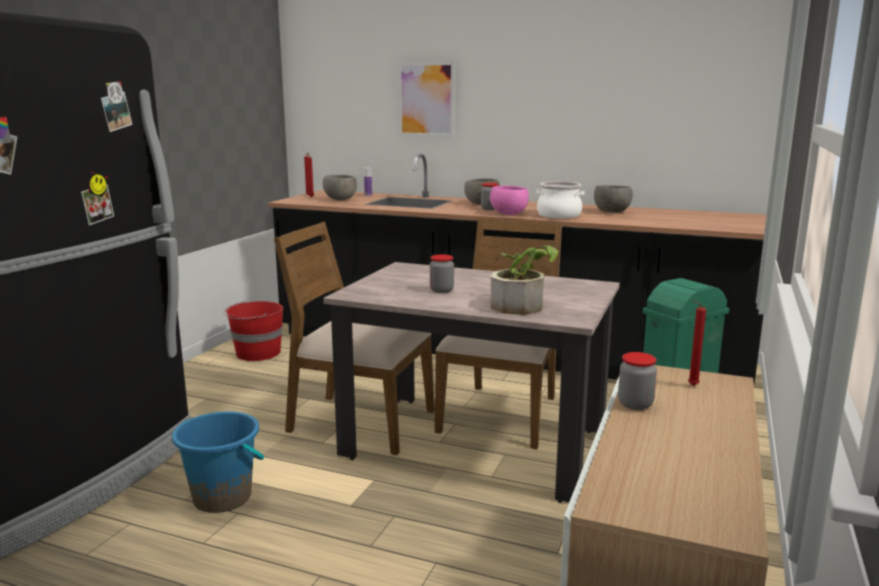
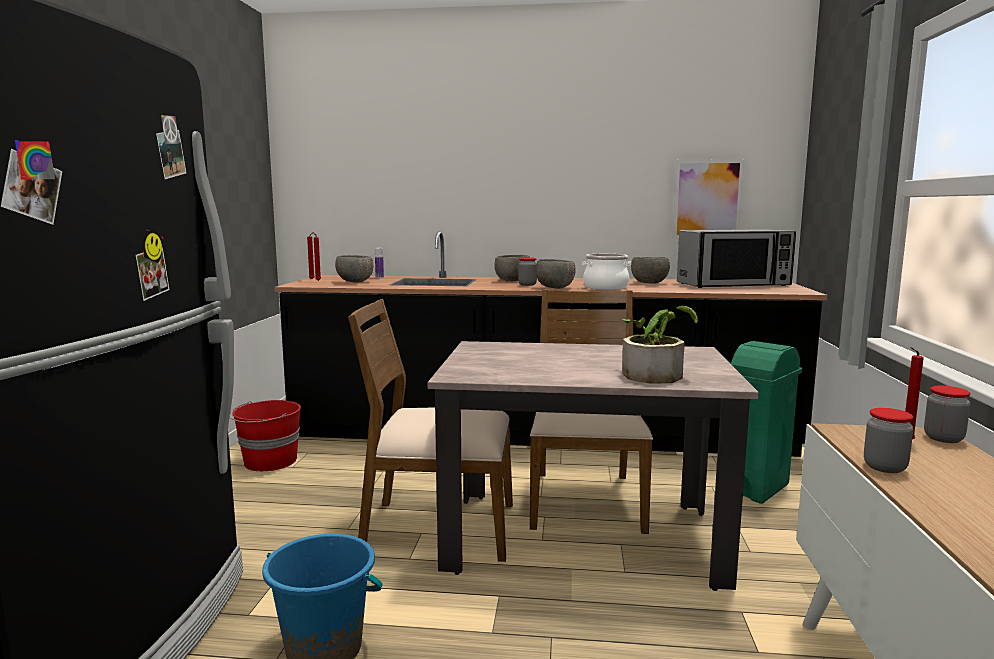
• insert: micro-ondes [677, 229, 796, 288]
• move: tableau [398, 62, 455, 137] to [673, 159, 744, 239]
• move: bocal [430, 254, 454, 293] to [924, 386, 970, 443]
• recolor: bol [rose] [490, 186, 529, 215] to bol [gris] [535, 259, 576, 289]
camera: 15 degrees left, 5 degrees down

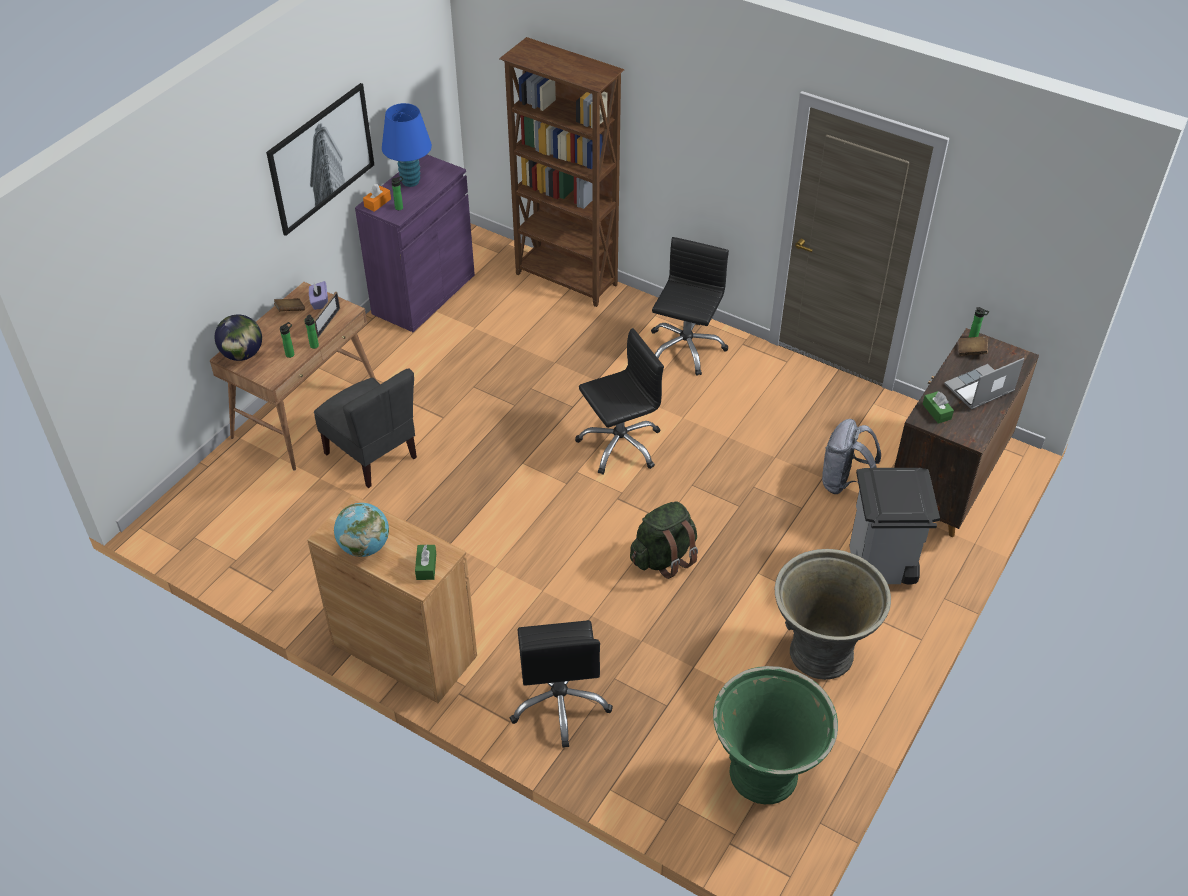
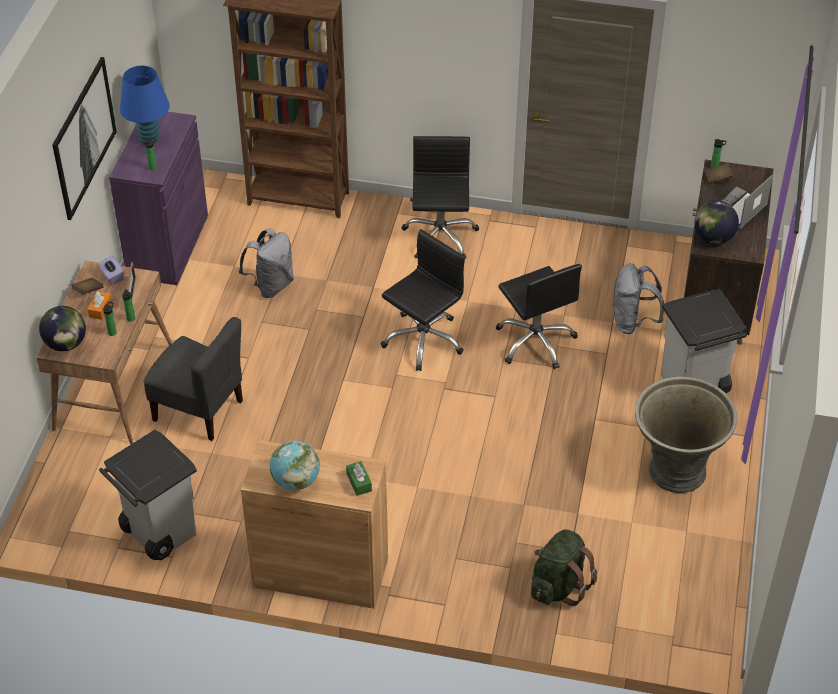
• delete: cache-pot [vert] [713, 666, 838, 804]
• insert: poubelle [gris] [99, 430, 197, 560]
• insert: sac à dos [gris] [239, 228, 294, 298]
• move: boîte à mouchoirs [orange] [363, 184, 391, 212] to [87, 291, 112, 320]
• move: chaise de bureau [noir] [510, 620, 613, 748] to [496, 264, 582, 369]
• move: sac à dos [vert] [630, 501, 698, 579] to [531, 529, 597, 606]
• replace: boîte à mouchoirs [vert] [923, 391, 954, 424] to globe [694, 201, 739, 244]
camera: 20 degrees left, 0 degrees up

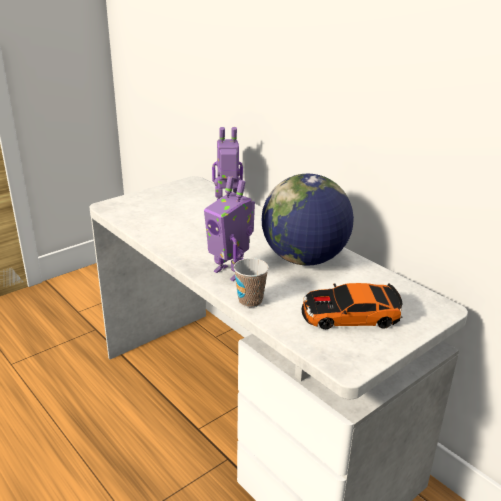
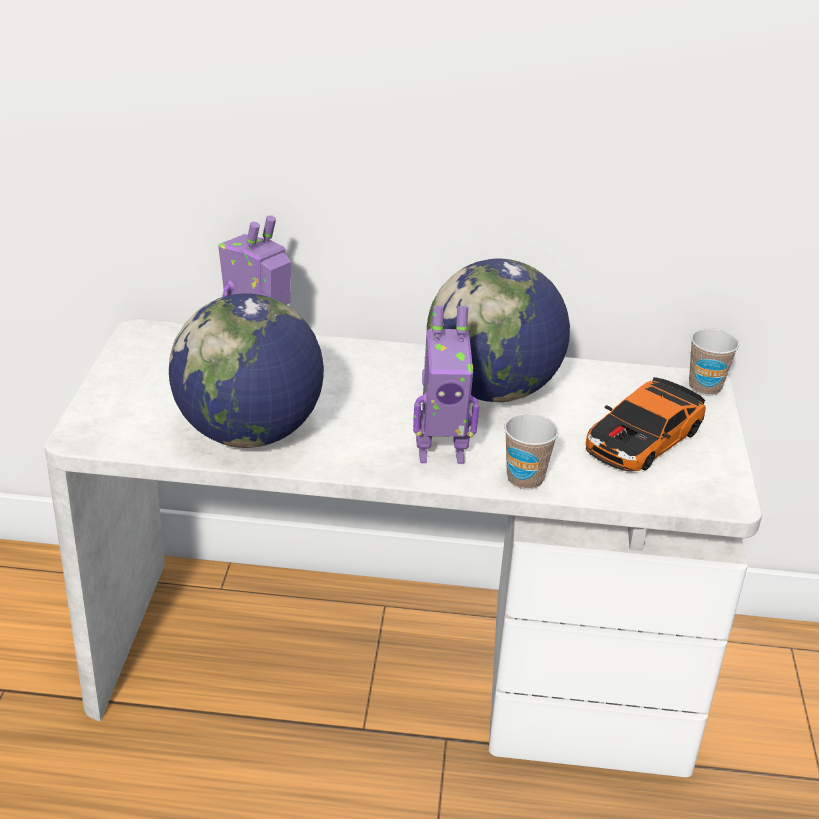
• insert: globe [169, 293, 324, 448]
• insert: tasse [689, 329, 739, 396]
camera: 45 degrees left, 5 degrees up

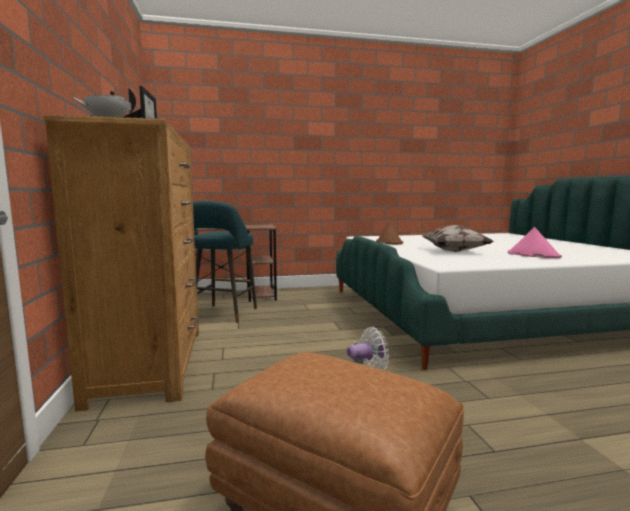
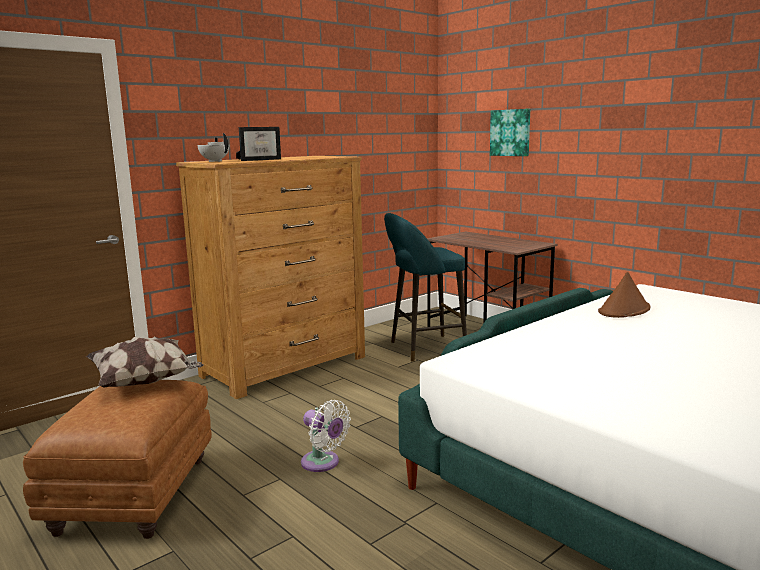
• delete: chapeau [rose] [508, 227, 562, 258]
• insert: tableau [490, 109, 530, 156]
• move: coussin [422, 225, 494, 252] to [86, 336, 204, 388]
camera: 60 degrees right, 5 degrees up

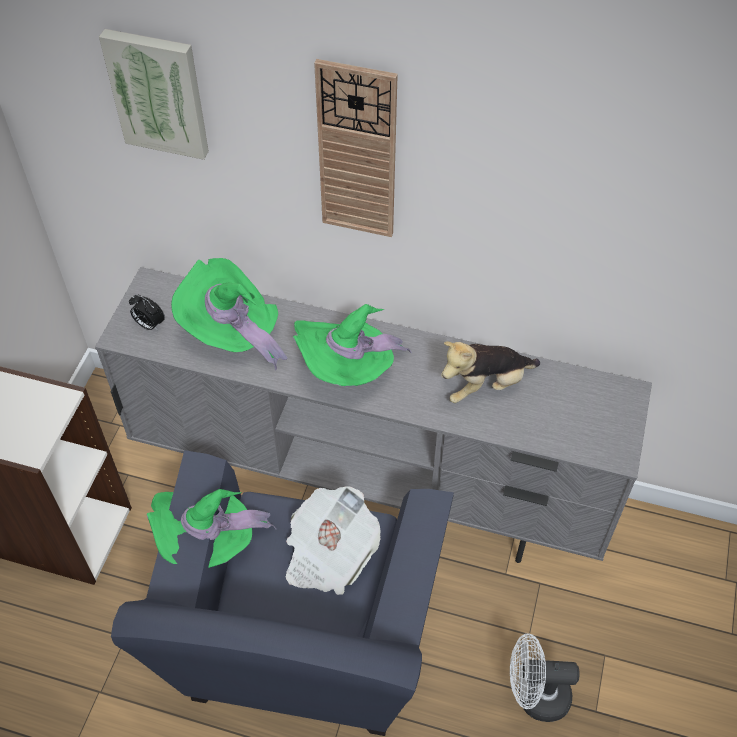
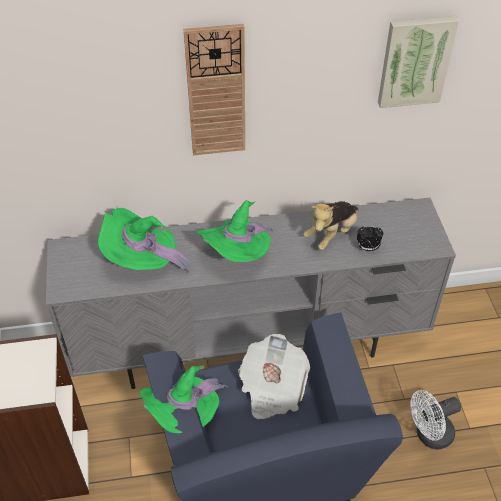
• move: tableau [99, 29, 209, 160] to [378, 16, 459, 108]
• move: réveil [129, 294, 165, 331] to [357, 226, 383, 251]
camera: 25 degrees left, 5 degrees down

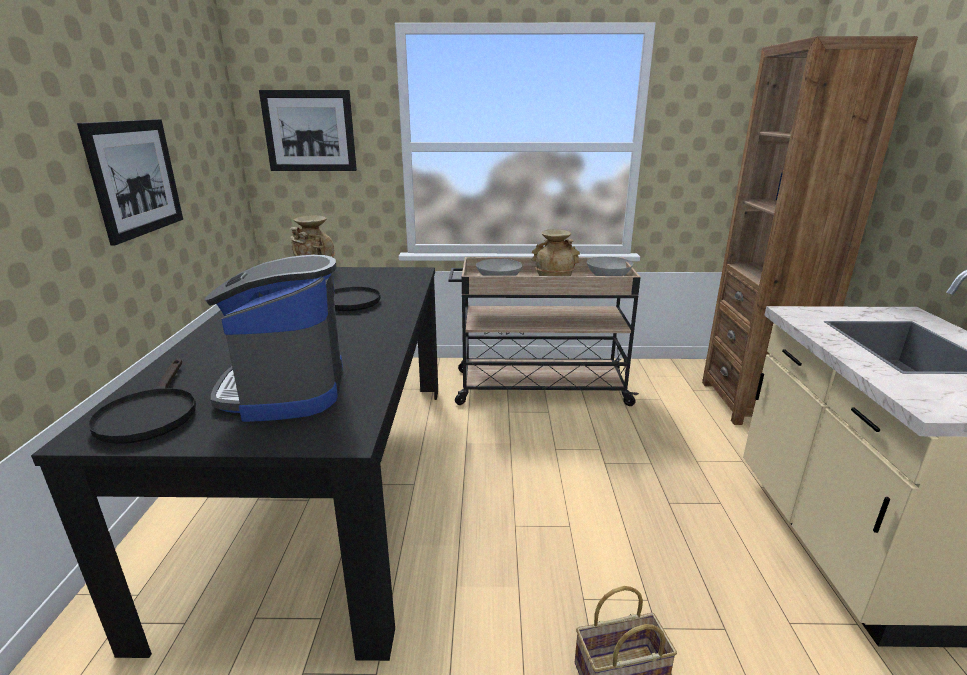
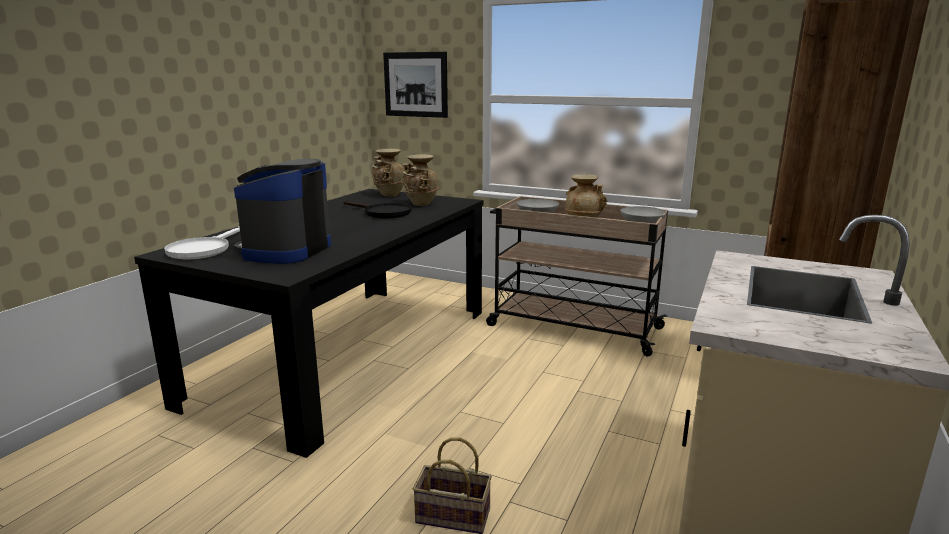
• delete: tableau [77, 119, 183, 245]
• insert: vase [beige] [401, 154, 439, 206]
• recolor: poêle [noir] [88, 358, 196, 444] to poêle [blanc] [164, 226, 240, 259]
camera: 25 degrees right, 5 degrees down

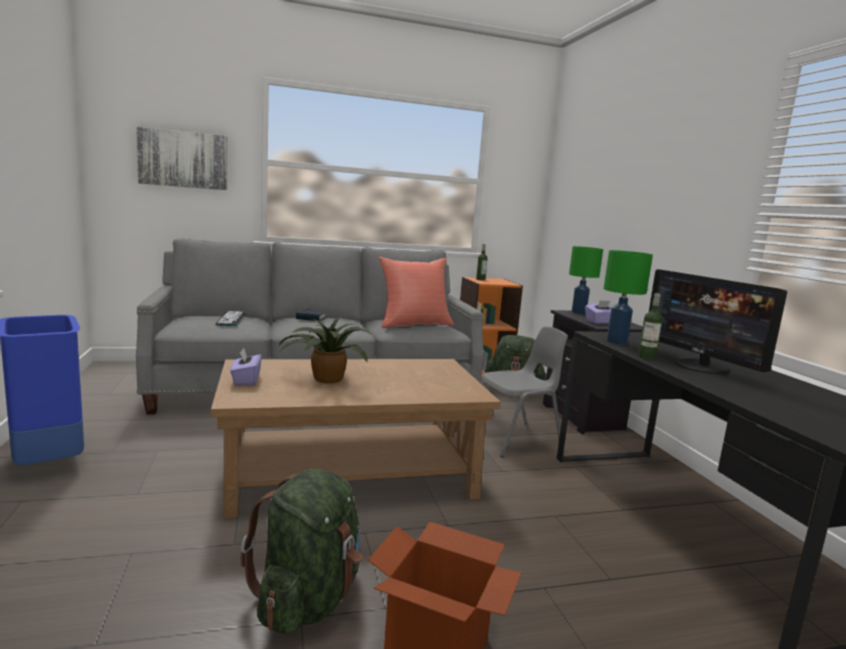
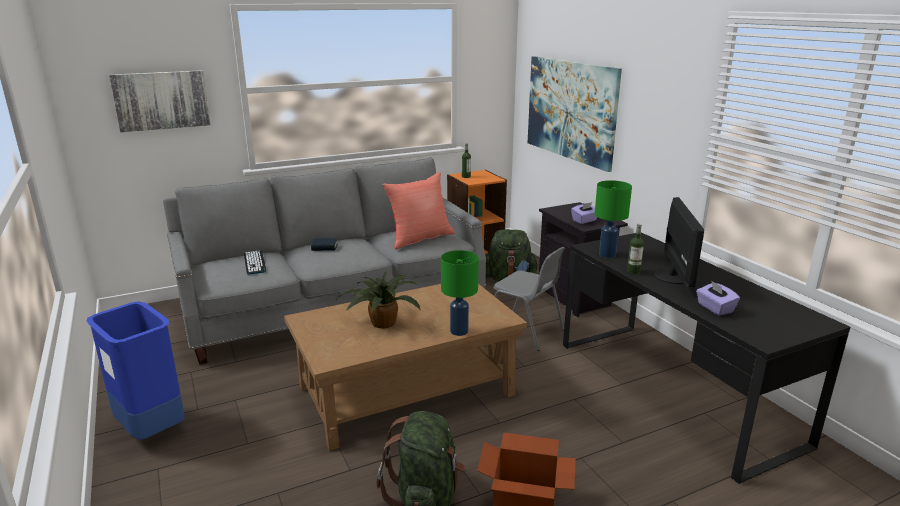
• insert: tableau [528, 56, 622, 172]
• move: boîte à mouchoirs [violet] [230, 348, 262, 385] to [696, 280, 740, 316]
• move: lampe de table [vert] [569, 246, 603, 314] to [441, 250, 479, 336]
• rotate: chaise [gris] [481, 326, 568, 457] = [494, 247, 565, 351] 75 degrees clockwise
• rotate: écran d'ordinateur [649, 269, 787, 374] = [653, 197, 704, 287] 135 degrees counterclockwise
camera: 10 degrees left, 10 degrees up

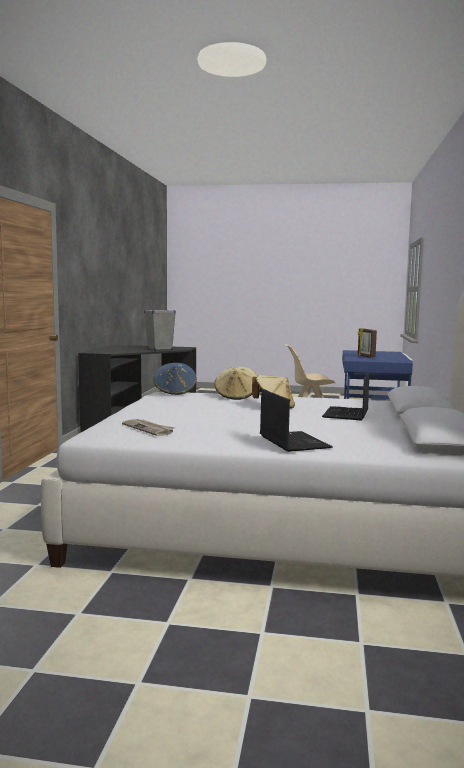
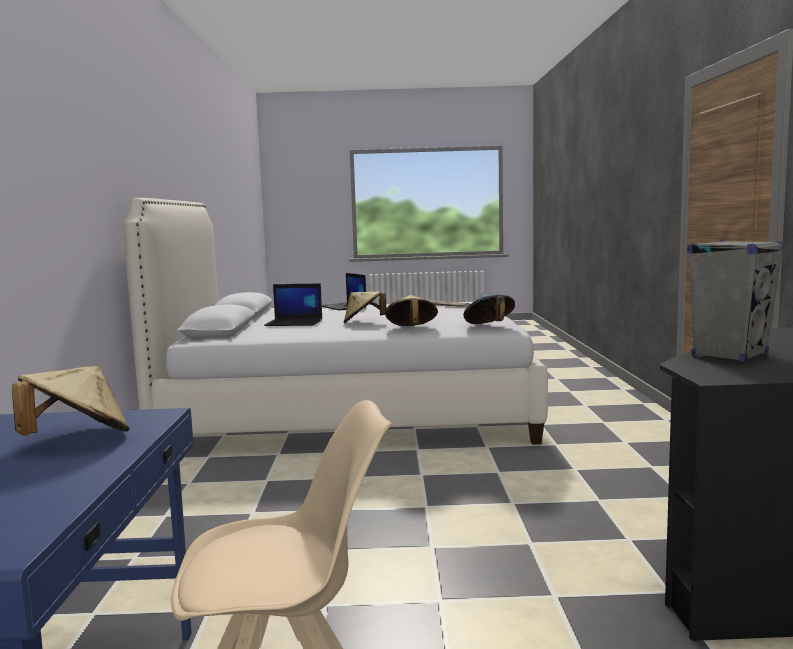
• replace: cadre photo [358, 328, 377, 358] to chapeau [beige] [12, 366, 129, 436]
• rotate: ordinateur portable [322, 372, 369, 421] = [264, 283, 322, 326] 90 degrees clockwise
camera: 170 degrees right, 0 degrees up

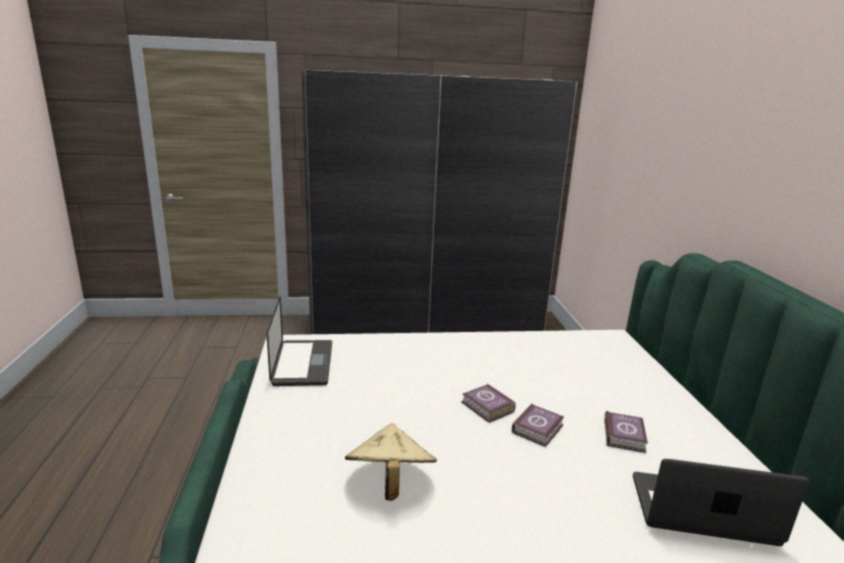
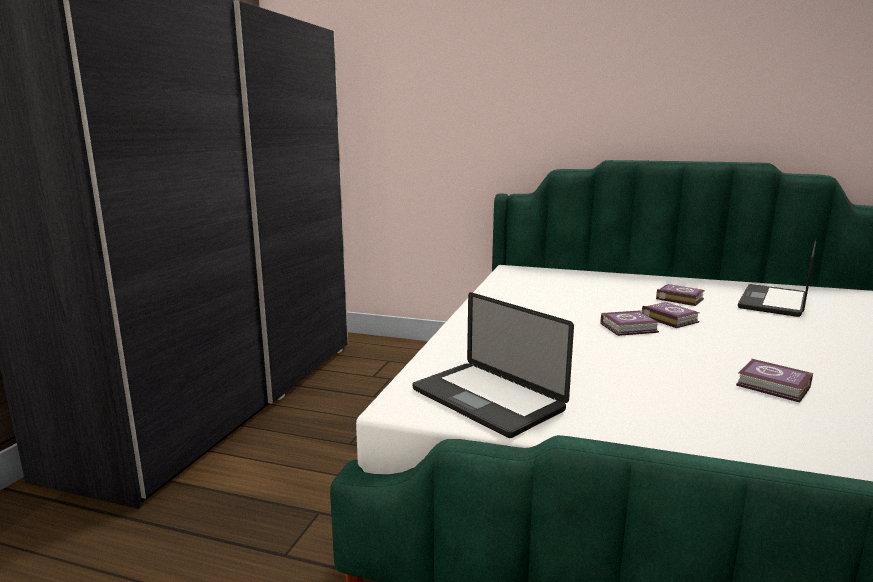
• replace: chapeau [beige] [345, 423, 437, 501] to livre [736, 359, 813, 403]
• rotate: ordinateur portable [267, 296, 332, 386] = [413, 292, 574, 438] 150 degrees counterclockwise
camera: 65 degrees left, 5 degrees down

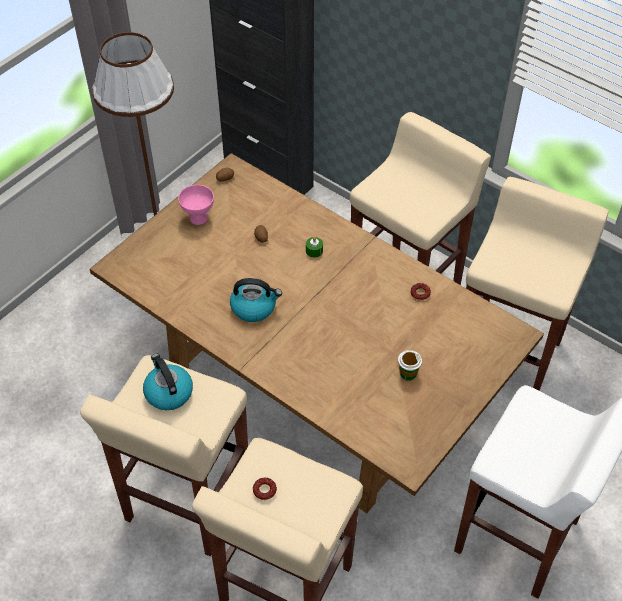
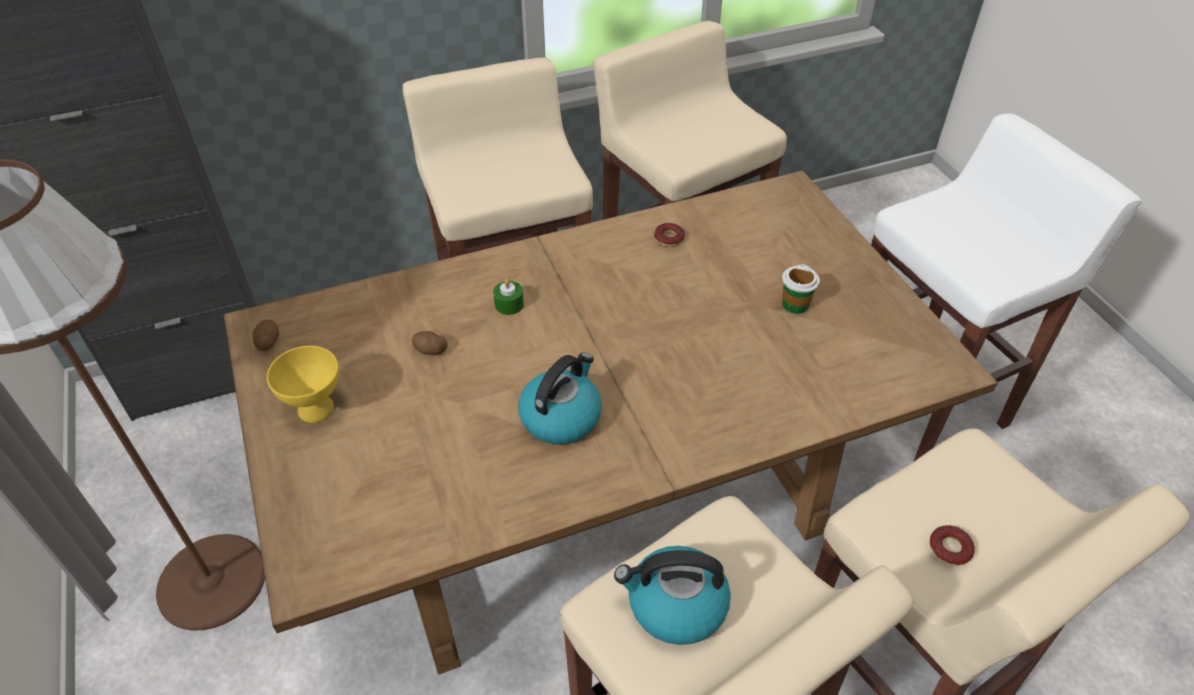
• recolor: bol [rose] [178, 185, 214, 225] to bol [jaune] [267, 346, 339, 423]
camera: 60 degrees left, 5 degrees down

